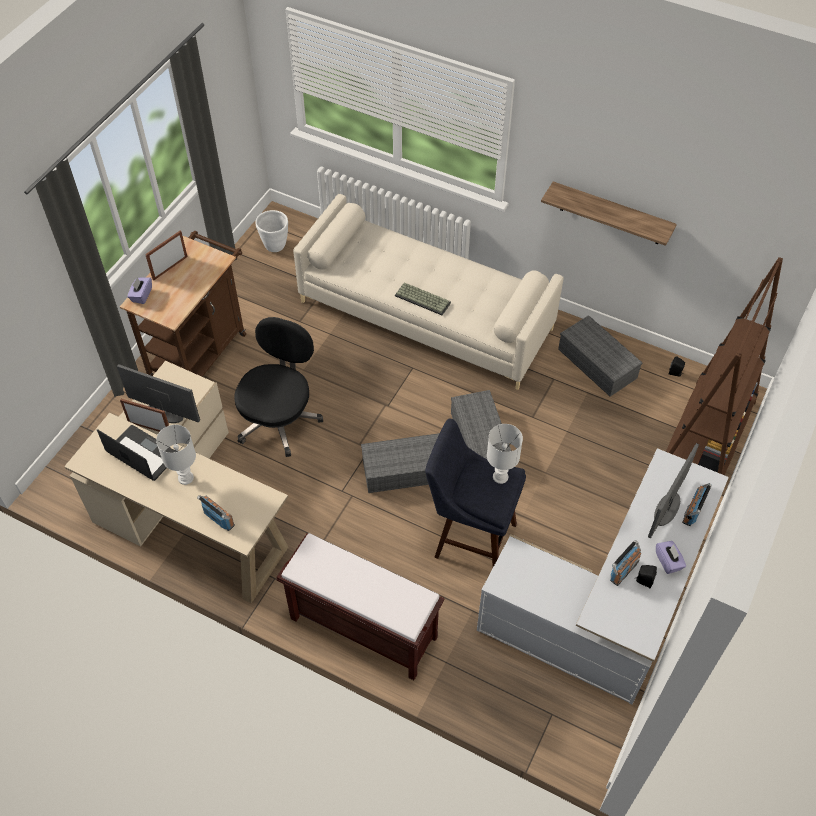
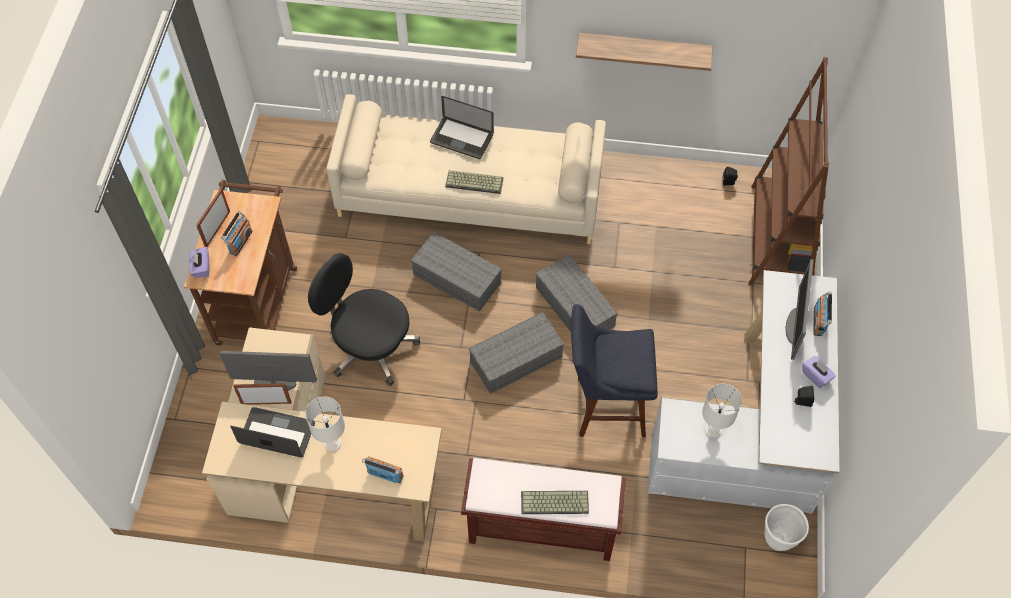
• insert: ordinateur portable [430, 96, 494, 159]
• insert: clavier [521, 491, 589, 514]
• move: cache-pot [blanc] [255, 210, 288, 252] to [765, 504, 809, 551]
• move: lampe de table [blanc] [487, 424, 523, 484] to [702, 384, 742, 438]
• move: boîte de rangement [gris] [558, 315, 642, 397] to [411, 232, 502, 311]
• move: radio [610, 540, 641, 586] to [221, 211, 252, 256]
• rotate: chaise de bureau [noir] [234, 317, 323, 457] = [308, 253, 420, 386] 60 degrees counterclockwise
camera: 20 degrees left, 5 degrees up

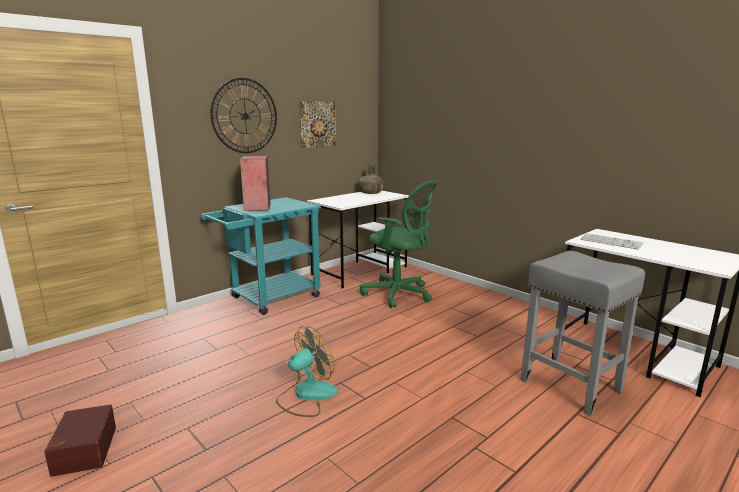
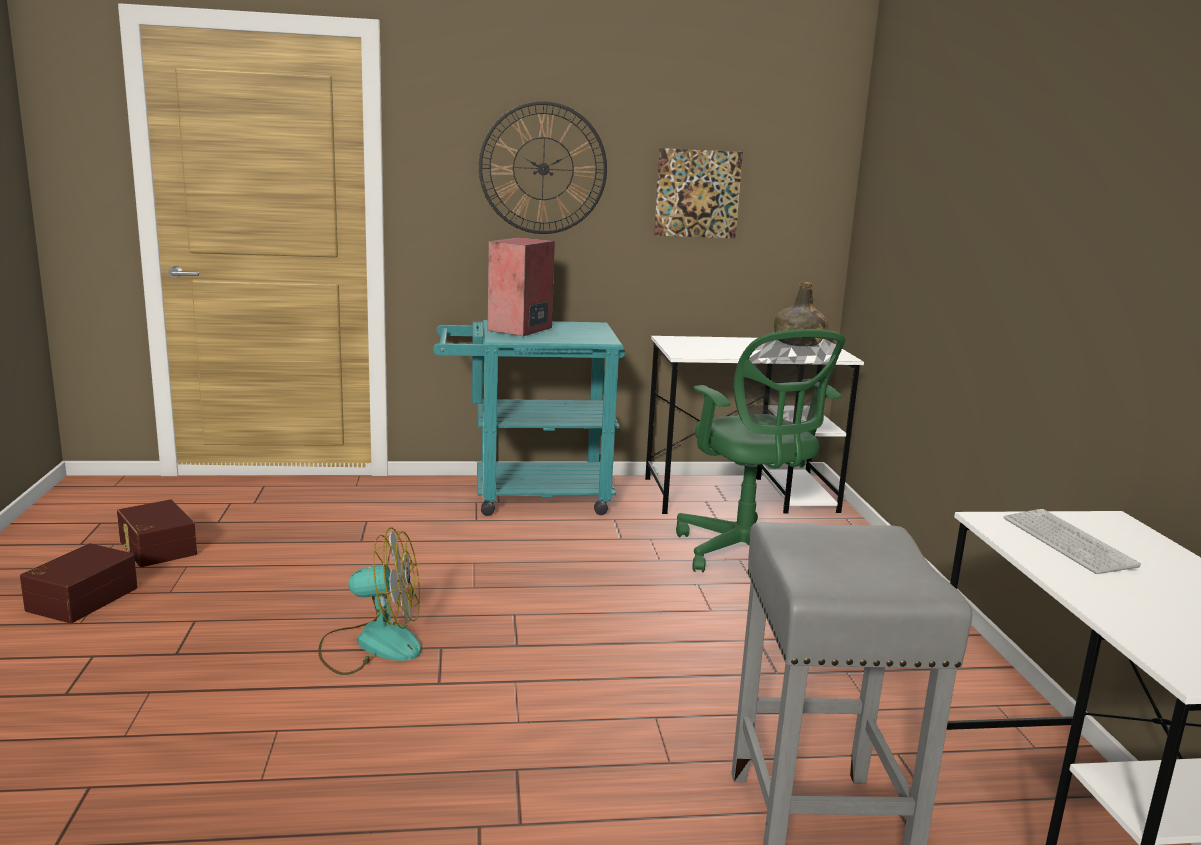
• insert: boîte de rangement [marron] [117, 500, 197, 567]
camera: 35 degrees right, 0 degrees up

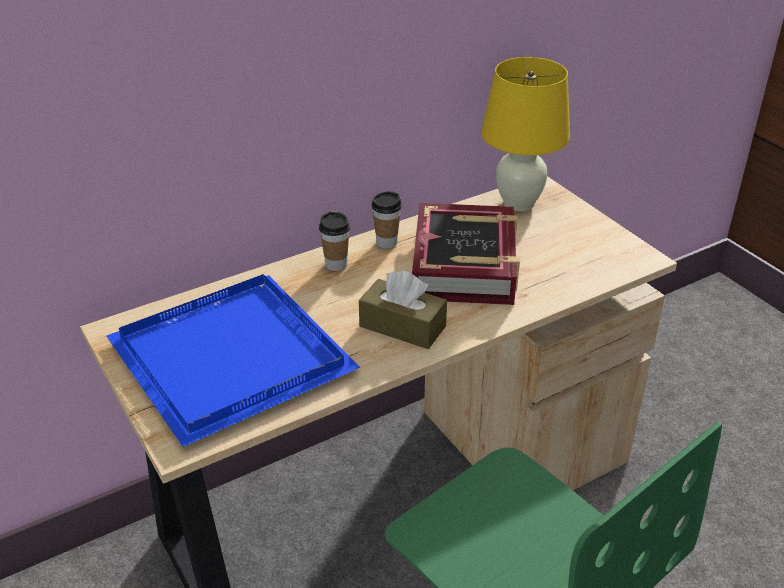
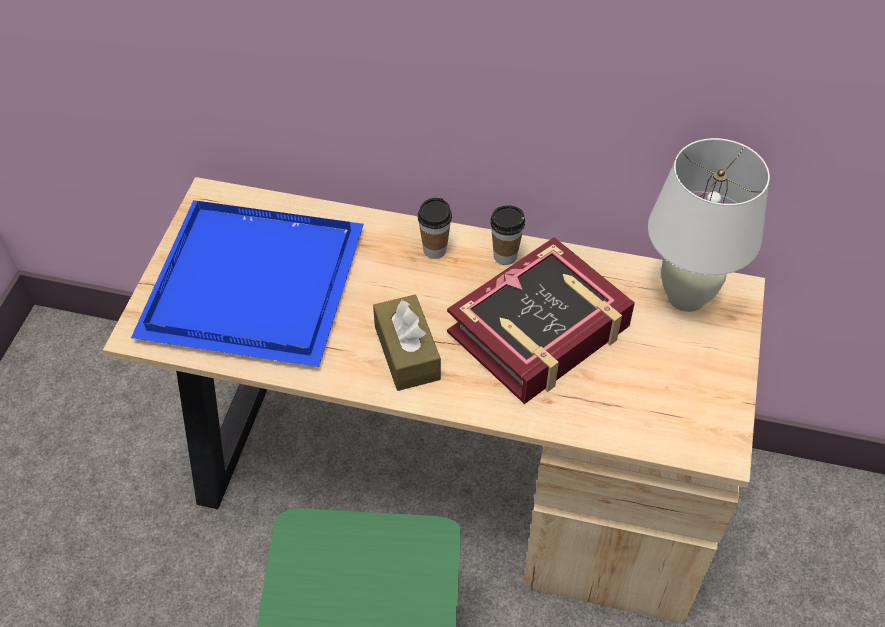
• recolor: lampe de table [jaune] [481, 57, 570, 211] to lampe de table [blanc] [648, 138, 770, 312]
camera: 45 degrees right, 15 degrees up

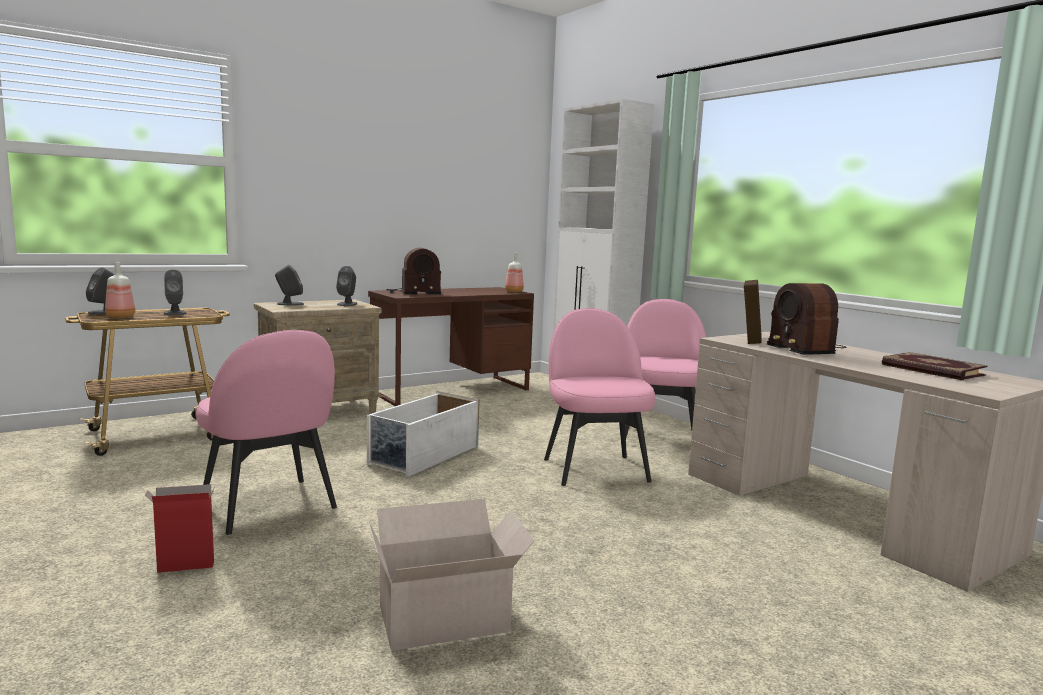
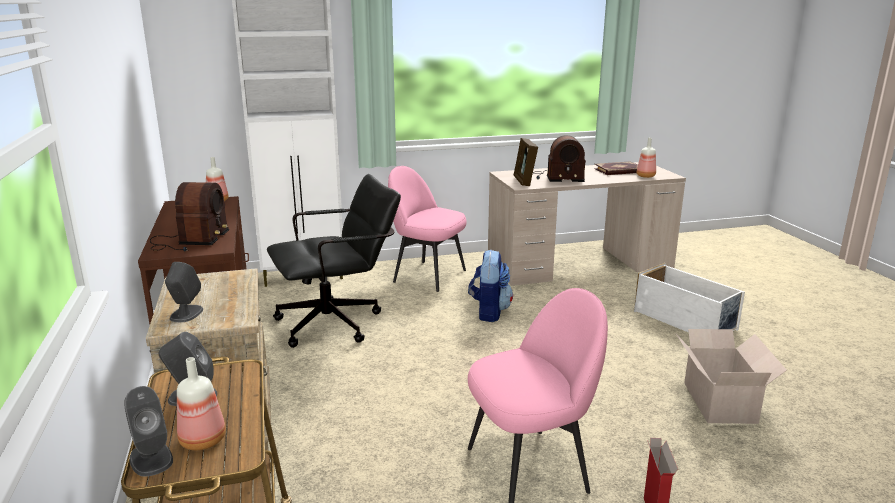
• delete: enceinte [gris] [336, 266, 357, 306]
• insert: chaise de bureau [noir] [267, 174, 401, 348]
• insert: bouteille [637, 138, 656, 178]
• move: boîte de rangement [blanc] [367, 391, 480, 477] to [634, 263, 745, 332]
• replace: chaise [rose] [544, 308, 655, 486] to sac à dos [468, 249, 513, 322]
• rotate: cadre photo [744, 280, 762, 344] = [514, 138, 538, 186] 135 degrees counterclockwise
camera: 70 degrees left, 10 degrees up

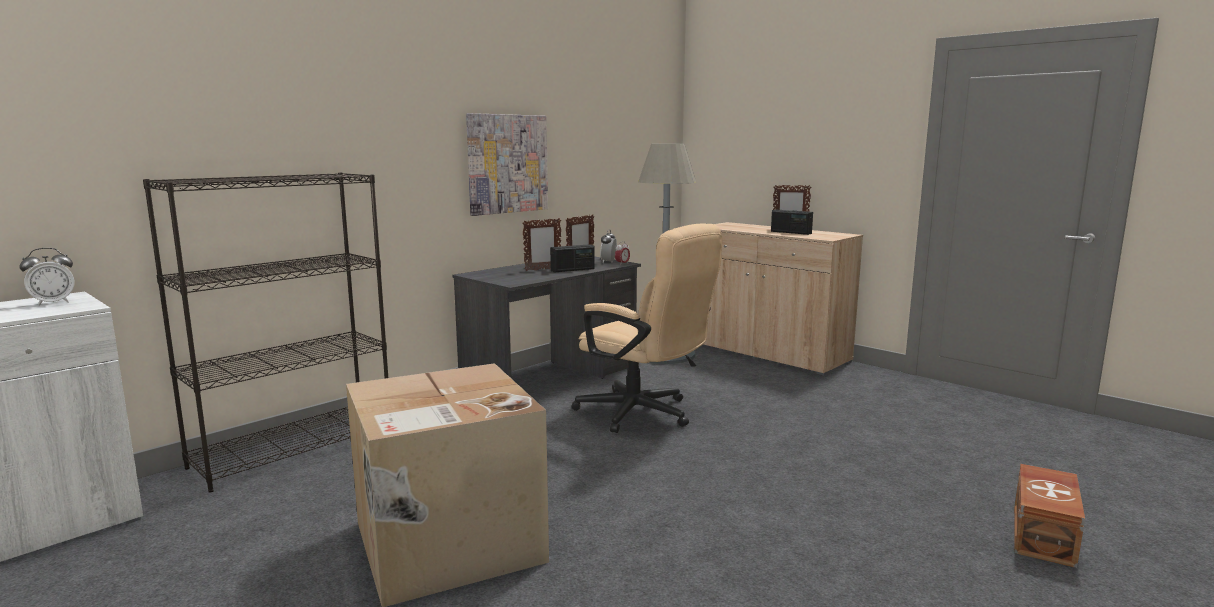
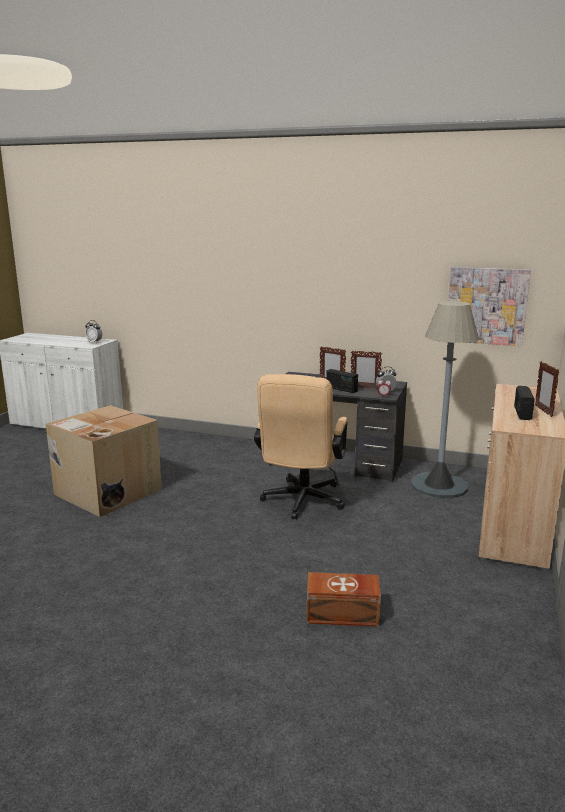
• delete: bibliothèque [noir] [143, 172, 388, 493]
• move: tableau [466, 113, 548, 216] to [448, 267, 531, 346]
• move: boîte de rangement [marron] [1014, 464, 1085, 568] to [306, 572, 381, 627]
camera: 65 degrees right, 5 degrees up

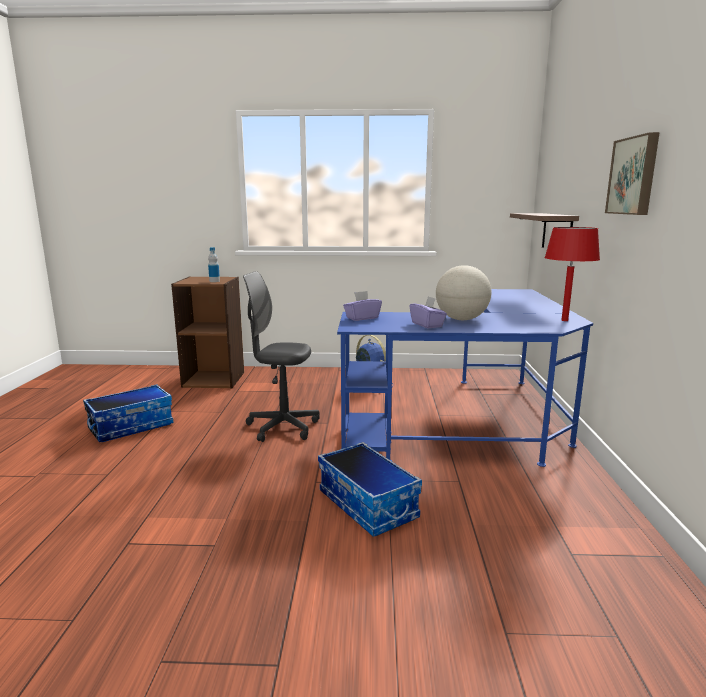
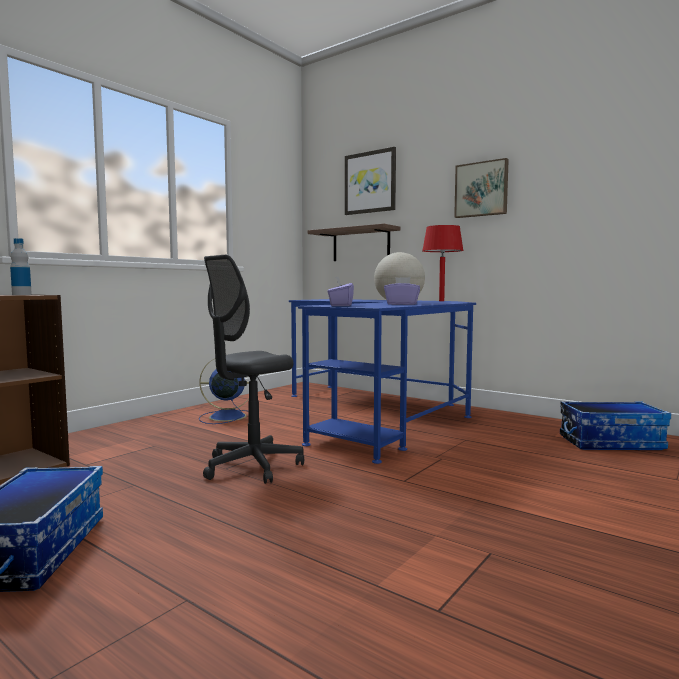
• insert: tableau [345, 147, 396, 215]
• move: boîte de rangement [318, 442, 422, 537] to [560, 401, 671, 450]
camera: 55 degrees left, 10 degrees down

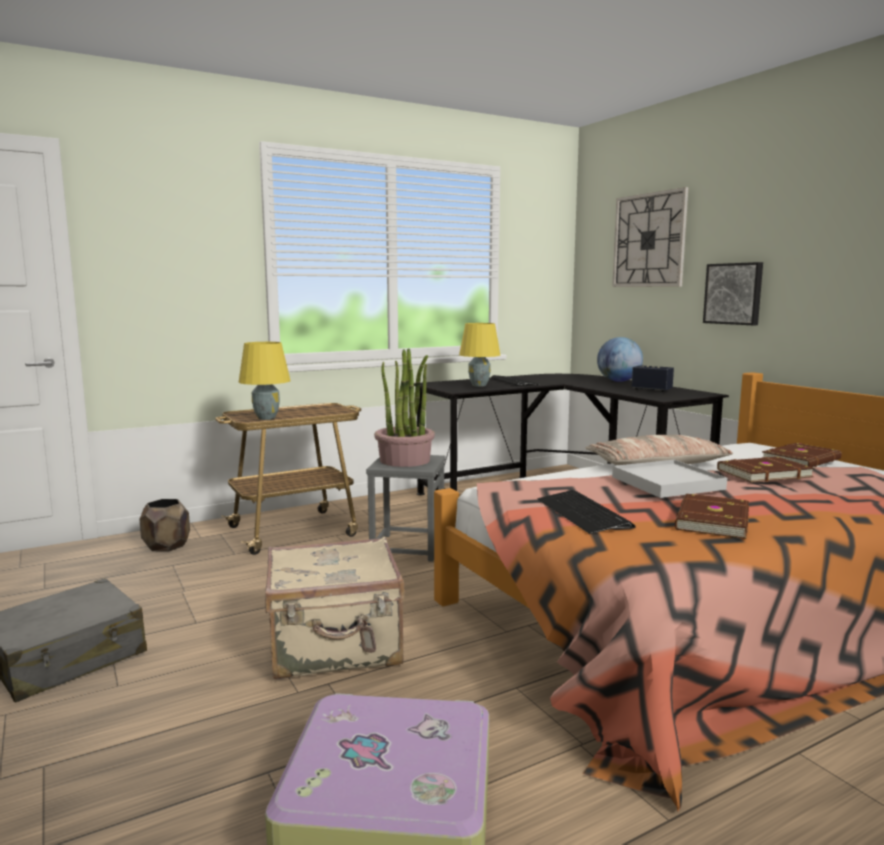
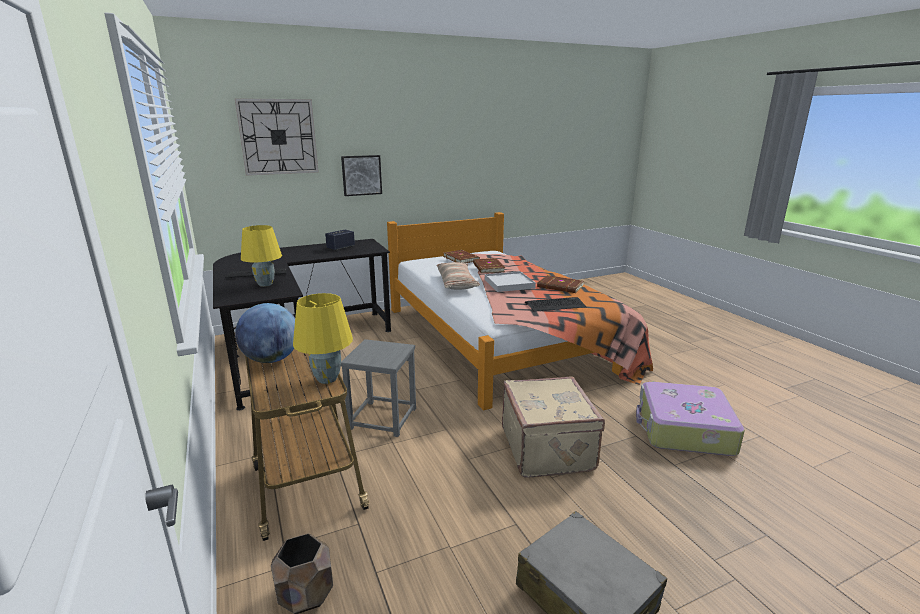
• delete: plante en pot [374, 348, 435, 467]
• move: globe [597, 337, 643, 382] to [235, 303, 295, 363]
camera: 85 degrees left, 10 degrees up

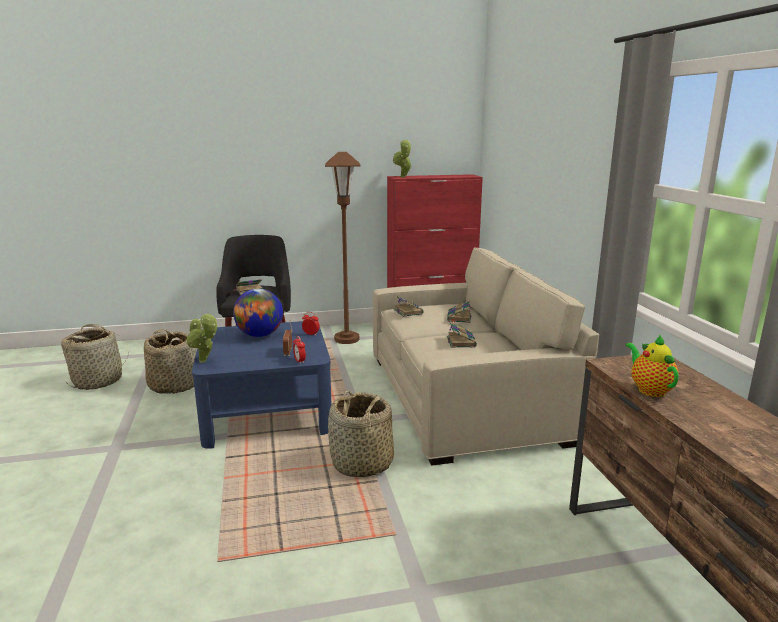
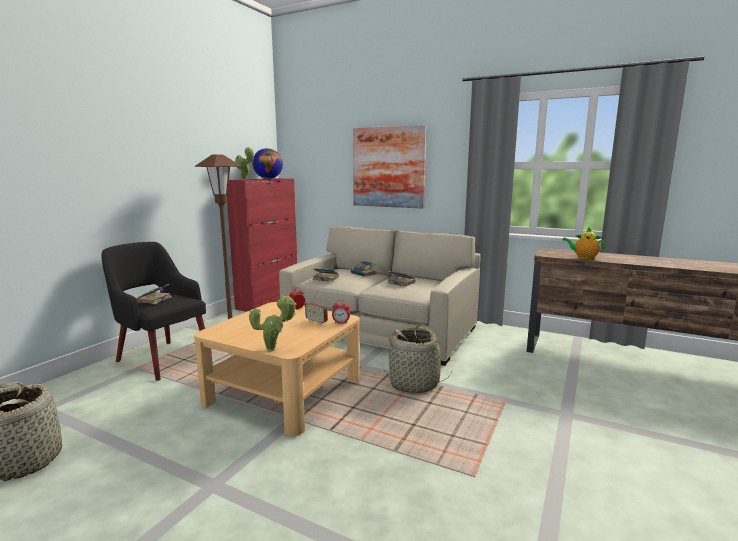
• delete: panier [144, 329, 196, 394]
• insert: tableau [353, 125, 427, 209]
• move: globe [233, 288, 283, 337] to [252, 148, 283, 179]
• recolor: table basse [bleu] [192, 321, 332, 449] to table basse [beige] [194, 302, 360, 436]
camera: 50 degrees left, 5 degrees down

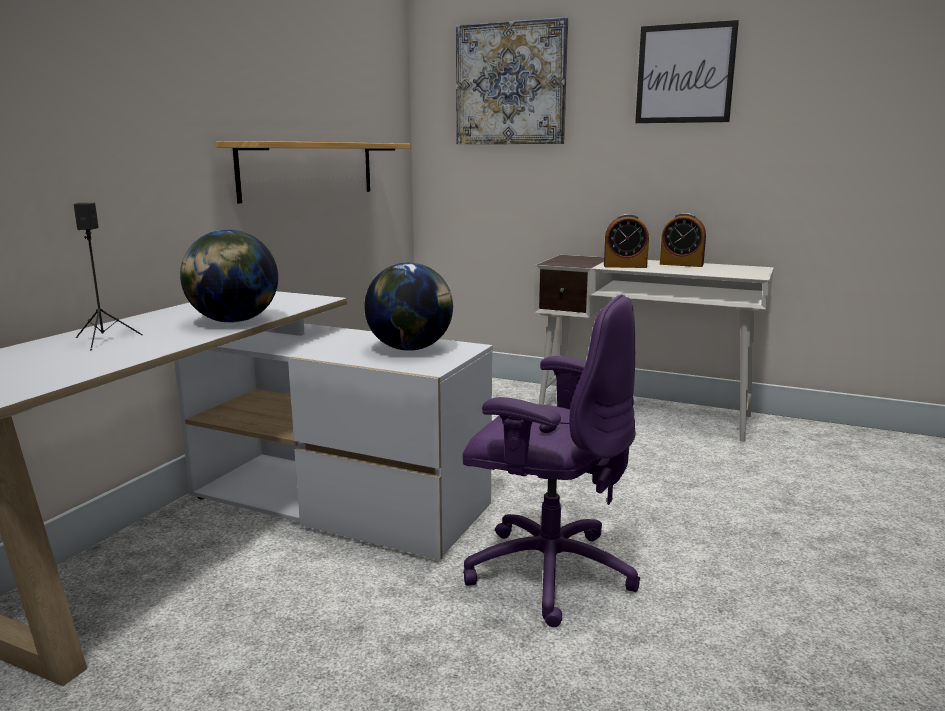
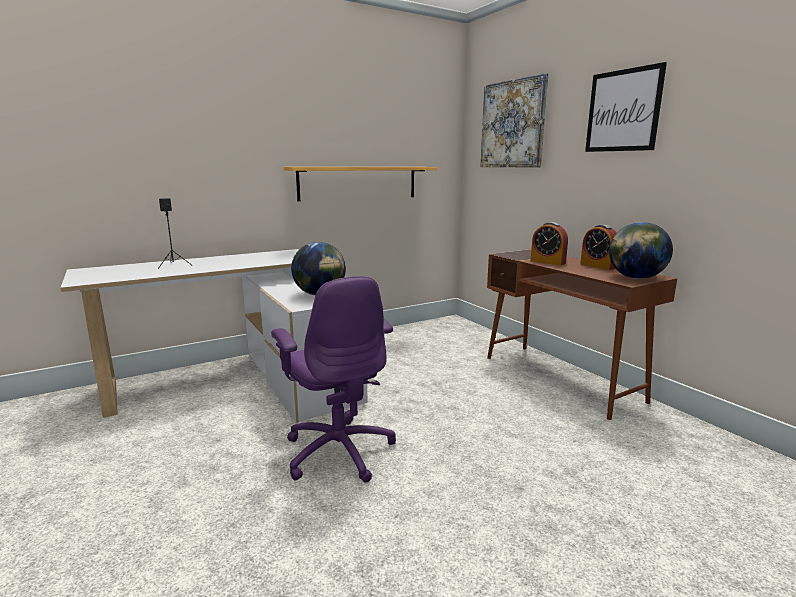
• move: globe [180, 229, 278, 323] to [609, 222, 673, 279]
• recolor: bureau [blanc] [534, 255, 774, 442] to bureau [marron] [487, 249, 677, 420]
camera: 35 degrees right, 0 degrees up

